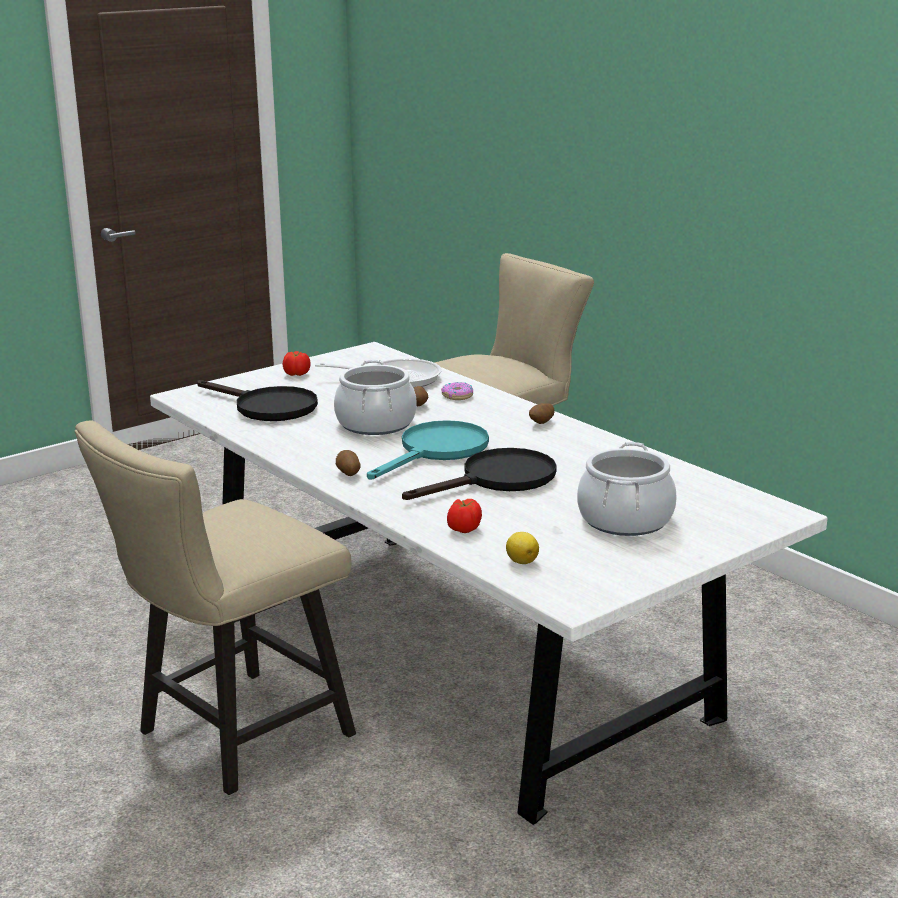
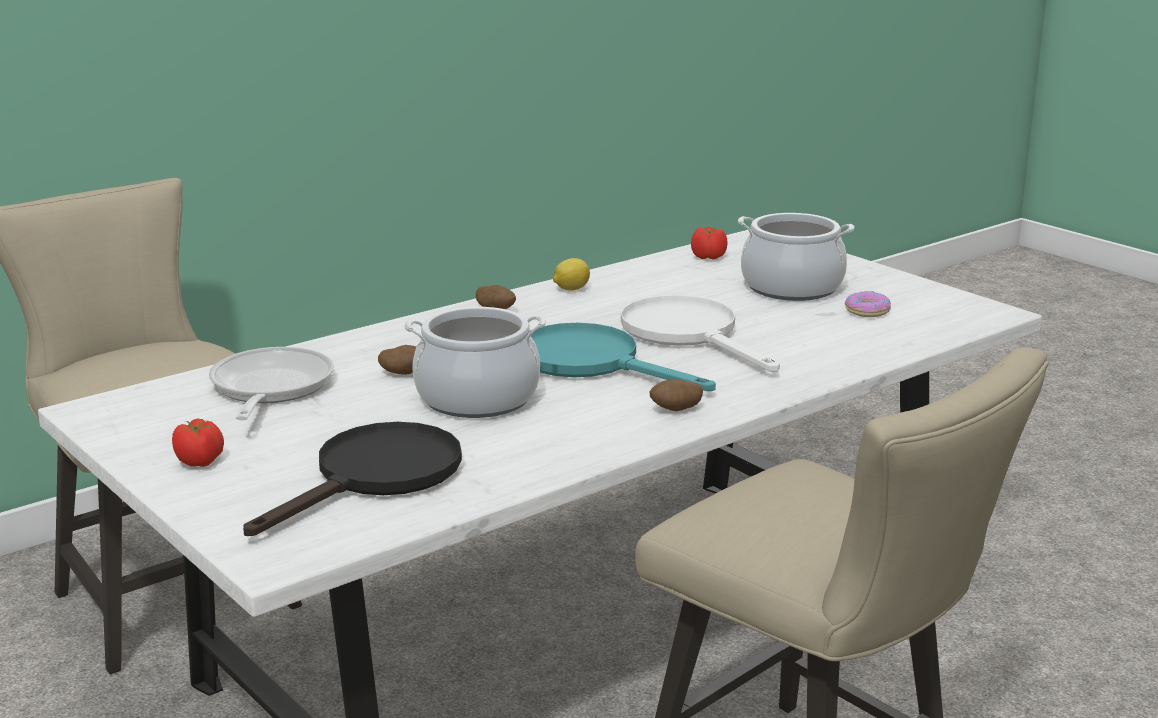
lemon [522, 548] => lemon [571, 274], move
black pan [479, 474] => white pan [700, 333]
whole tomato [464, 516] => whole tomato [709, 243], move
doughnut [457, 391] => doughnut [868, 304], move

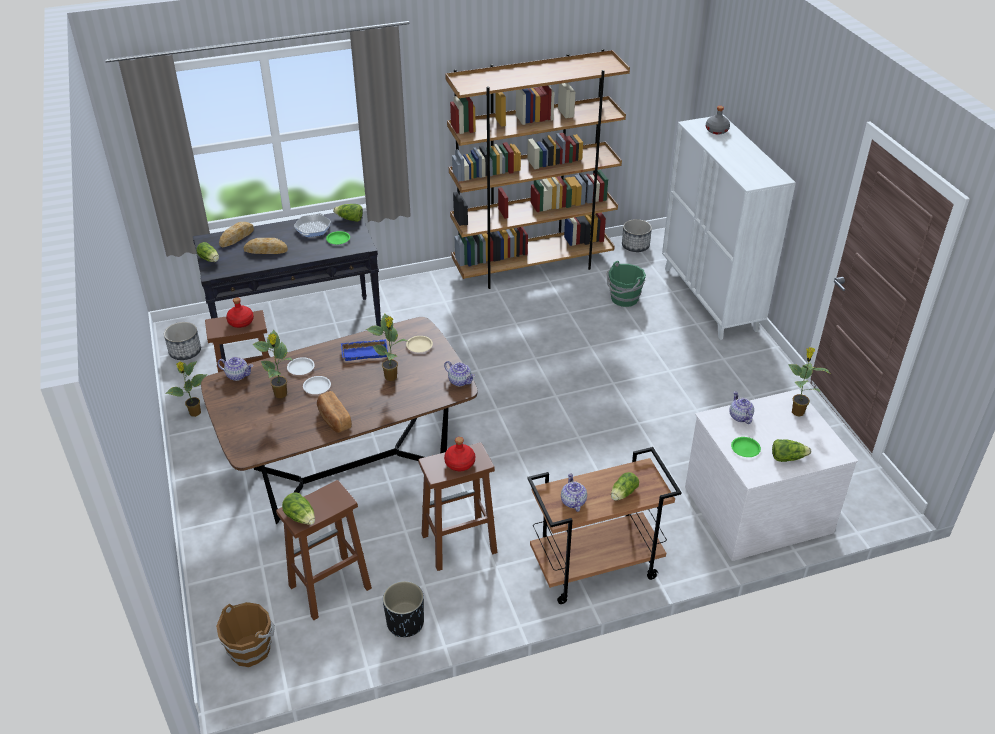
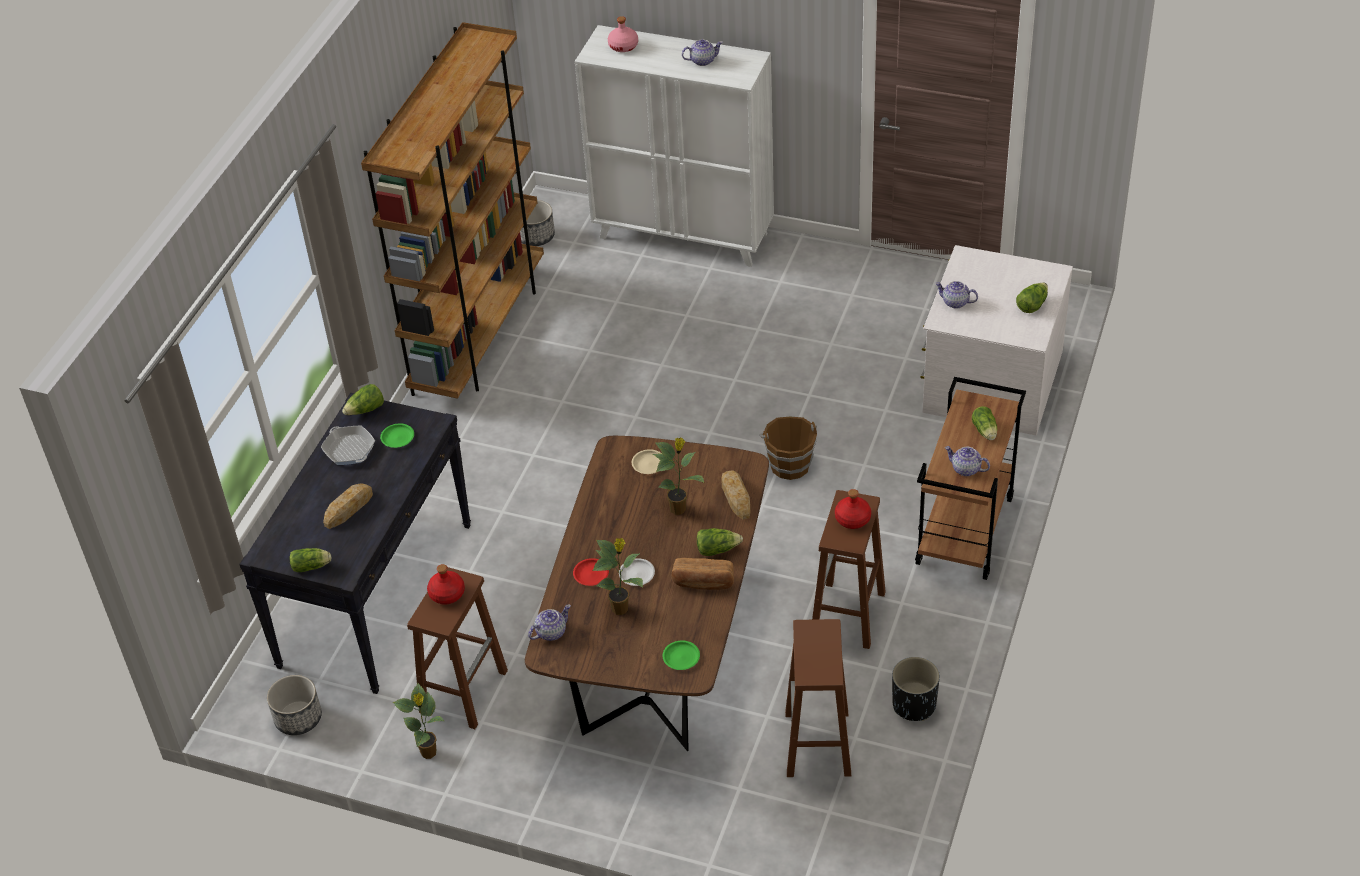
white flat dish [301, 366] => red-coloured flat dish [591, 572]
grey bottle [718, 120] => pinkish bottle [623, 34]
green flat dish [746, 447] => green flat dish [681, 655], move
teapot [459, 373] => teapot [702, 53], move
lettuce [298, 509] => lettuce [720, 542], move
bread [236, 235] => bread [735, 495], move
brown-coloured water bucket [245, 634] => brown-coloured water bucket [788, 448], move
blue tray [364, 350] => nothing
green water bucket [626, 284] => nothing
plant in a pot [809, 382] => nothing

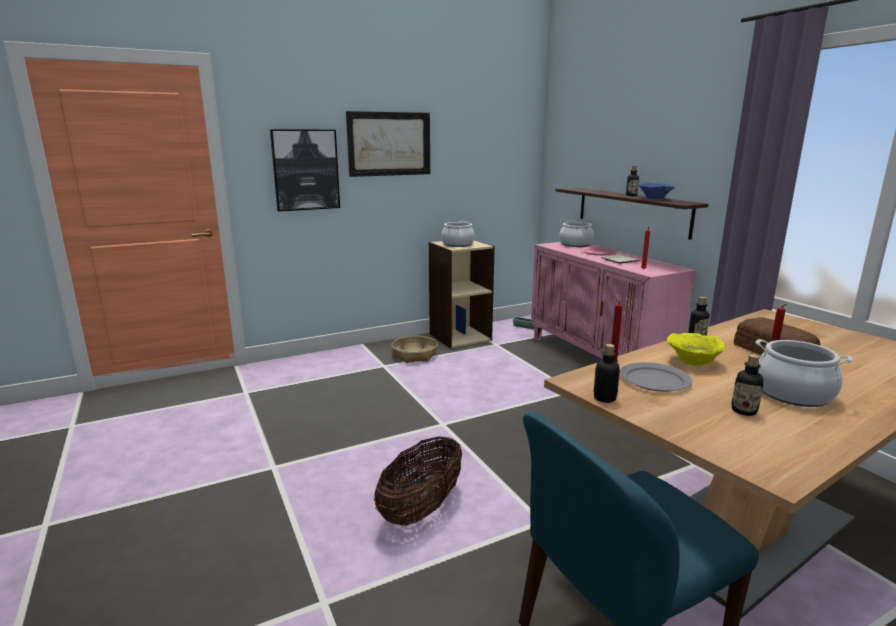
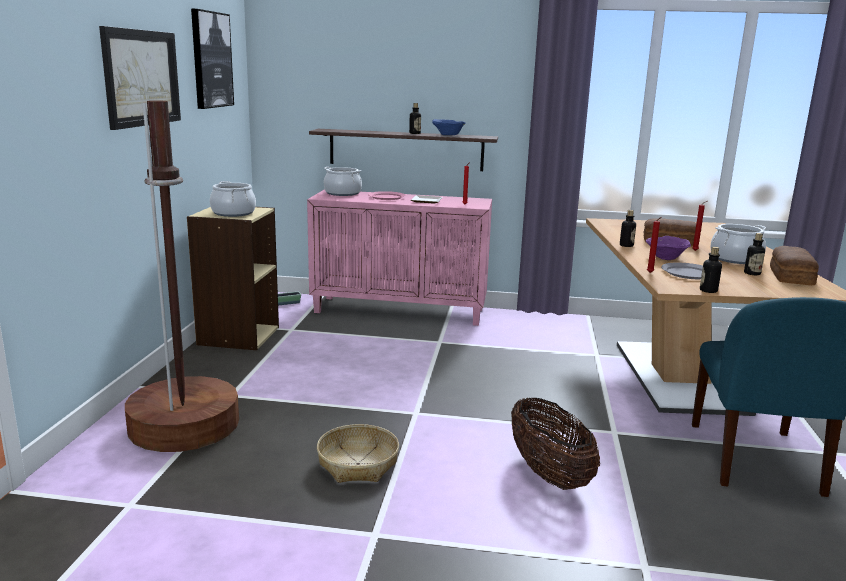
nothing => brown-coloured floor lamp [182, 276]
wall art [305, 170] => wall art [212, 59], move
basket [414, 349] => basket [358, 453], move
yellow bowl [696, 349] => purple bowl [668, 248]
nothing => bread [794, 265]

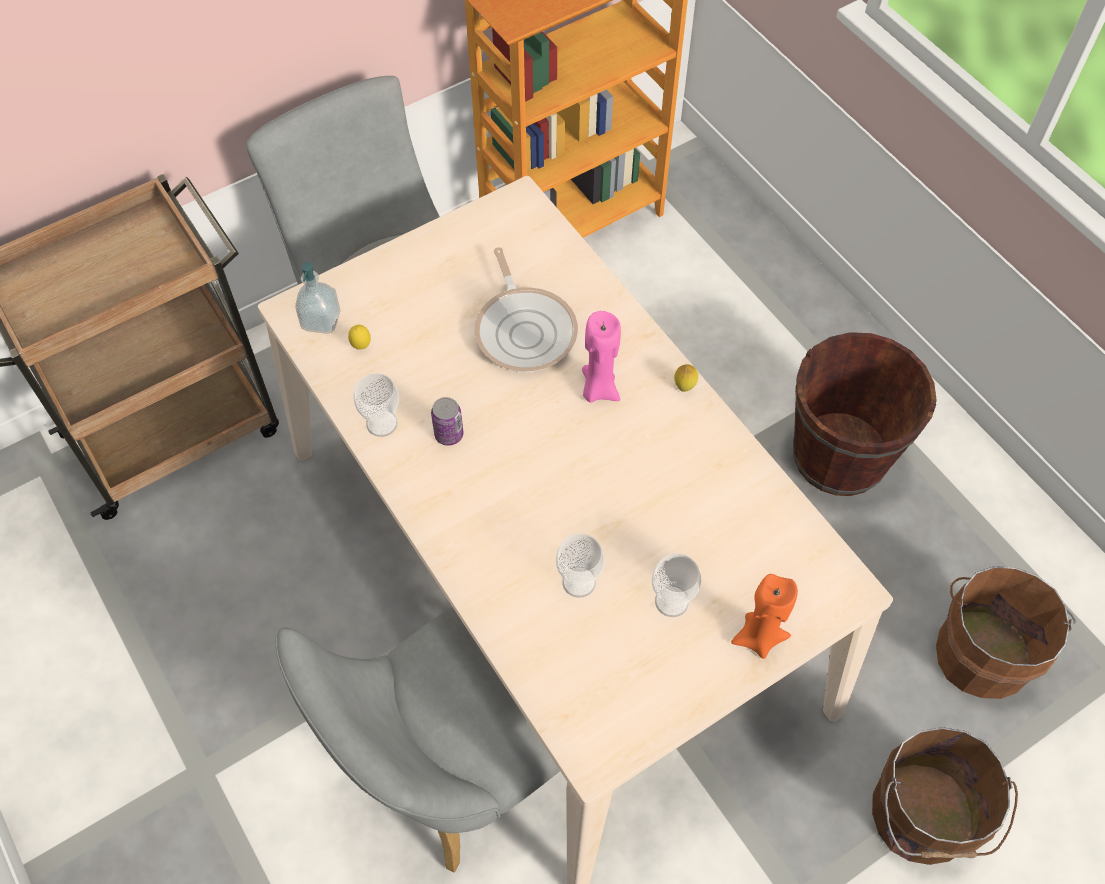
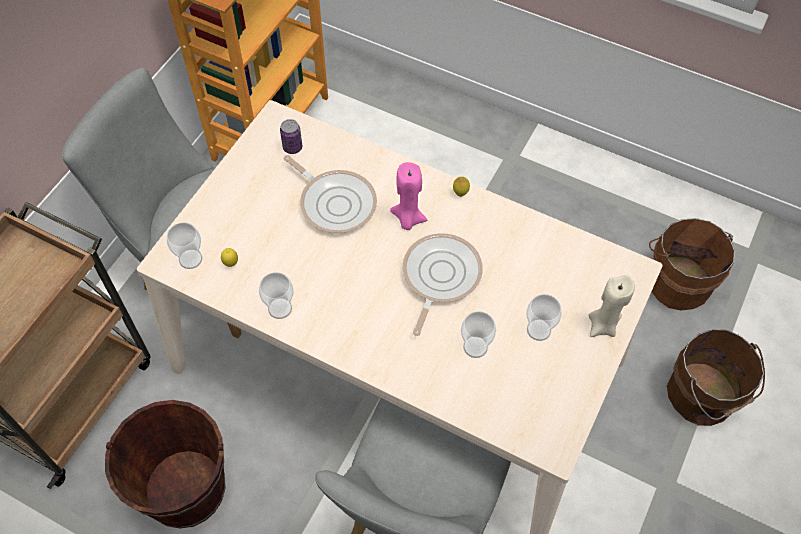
brown-coloured water bucket [865, 414] => brown-coloured water bucket [165, 464], move
liquid soap bottle [318, 298] => drinking cup [184, 245]
can [447, 421] => can [291, 136], move
nothing => pan [443, 284]
orange candle [764, 616] => sand-coloured candle [611, 306]

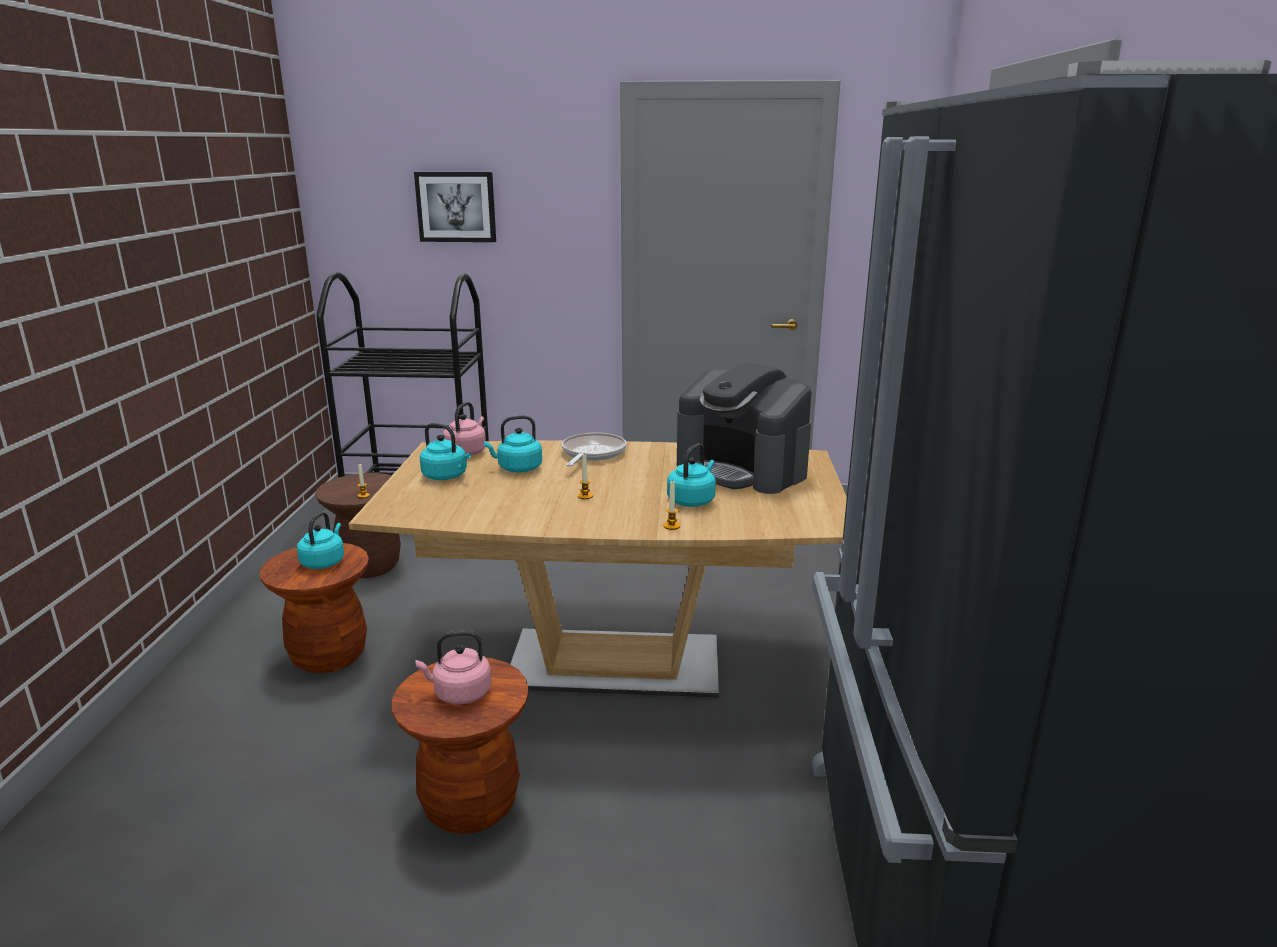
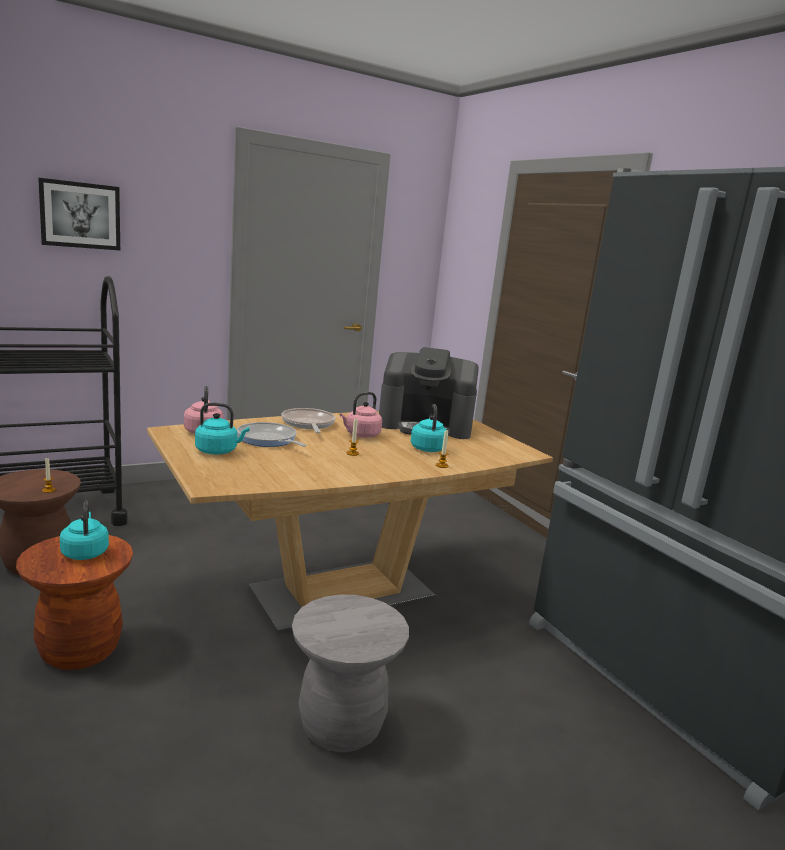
blue-green water kettle [513, 443] => pan [272, 434]
brown-coloured sitting stool [460, 745] => grey sitting stool [350, 673]
pinkish water kettle [453, 667] => pinkish water kettle [361, 415], move

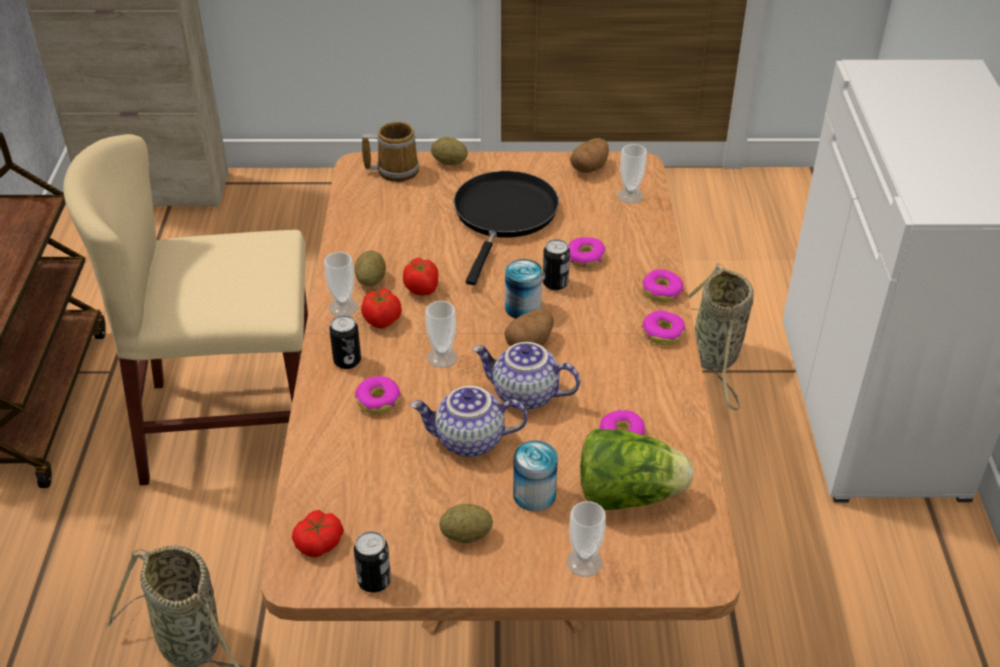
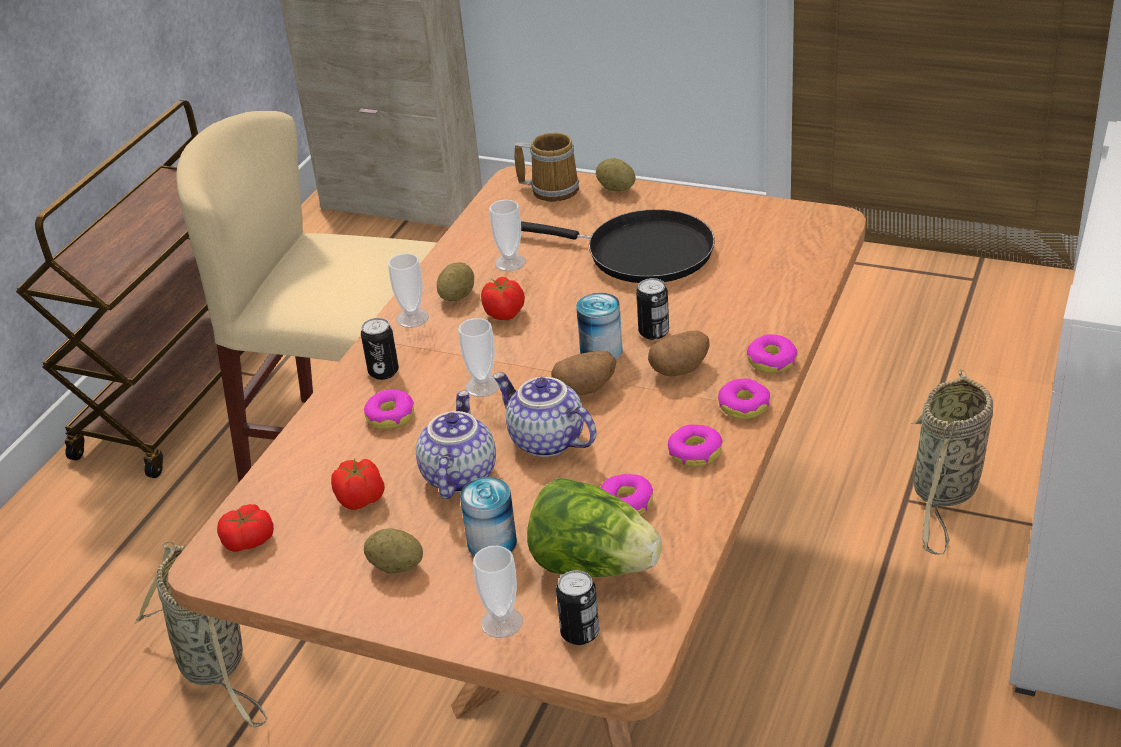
whole tomato [381, 308] => whole tomato [358, 484], move
teapot [469, 421] => teapot [456, 445], 75 degrees clockwise
drinking cup [632, 174] => drinking cup [507, 235], move
black pan [506, 228] => black pan [618, 246], 75 degrees clockwise
can [372, 562] => can [577, 607], move
spud [589, 155] => spud [679, 353], move
doughnut [587, 252] => doughnut [695, 445], move

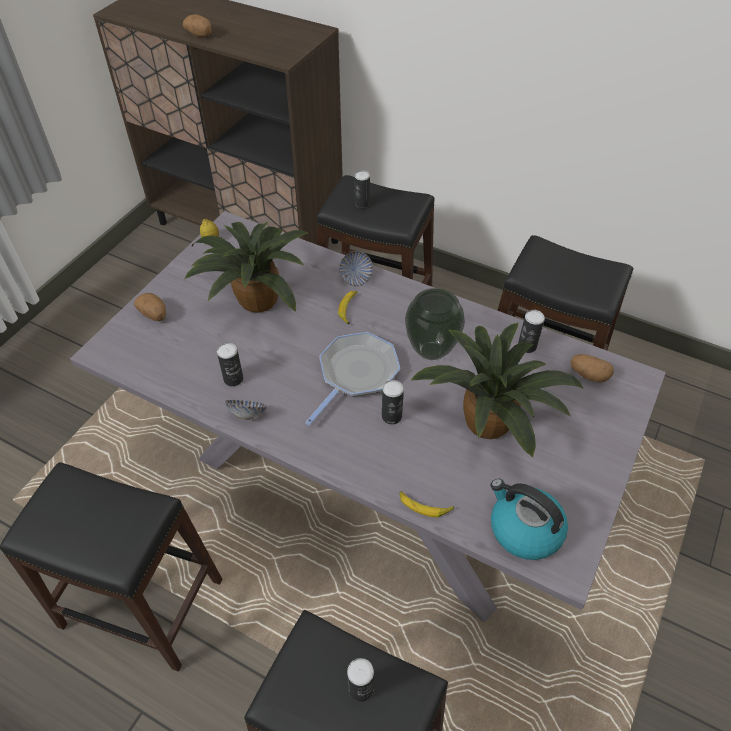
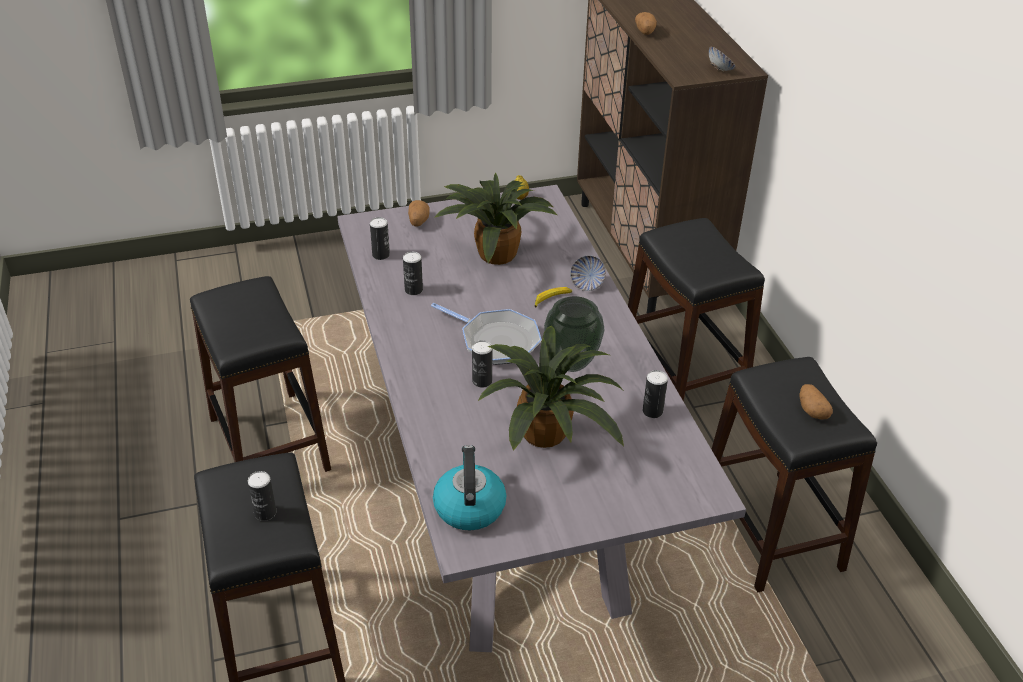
can [362, 189] => can [380, 238], move
pan [352, 379] => pan [486, 334], 45 degrees clockwise
bowl [246, 410] => bowl [722, 59], move
spud [592, 368] => spud [816, 402], move
whole banana [426, 504] => nothing

